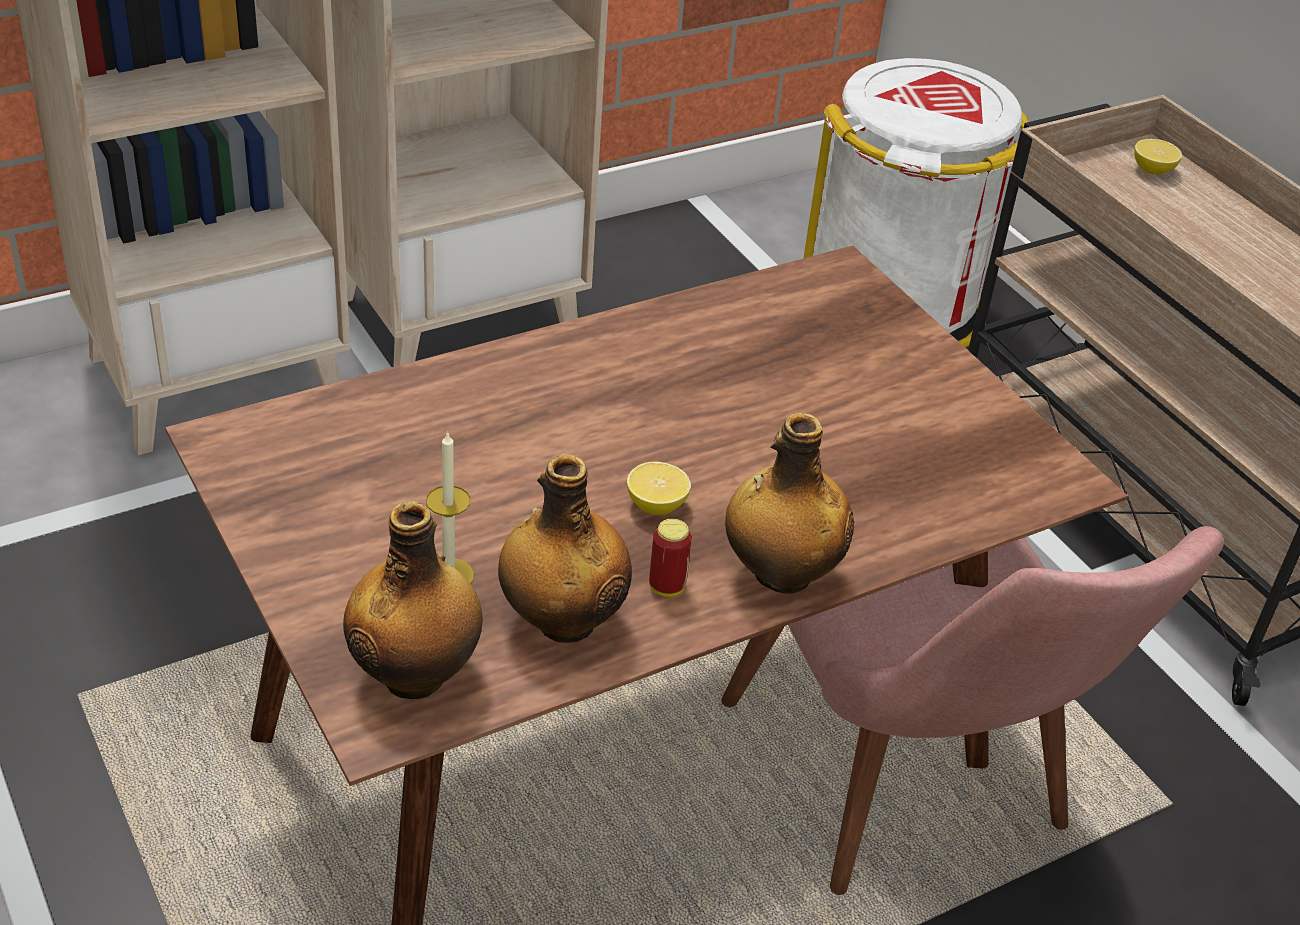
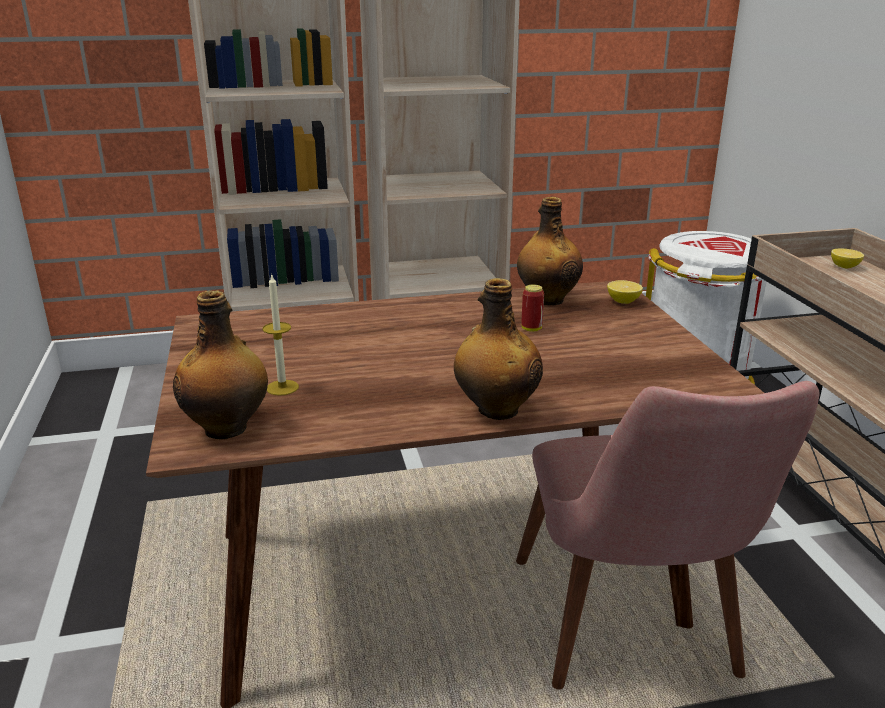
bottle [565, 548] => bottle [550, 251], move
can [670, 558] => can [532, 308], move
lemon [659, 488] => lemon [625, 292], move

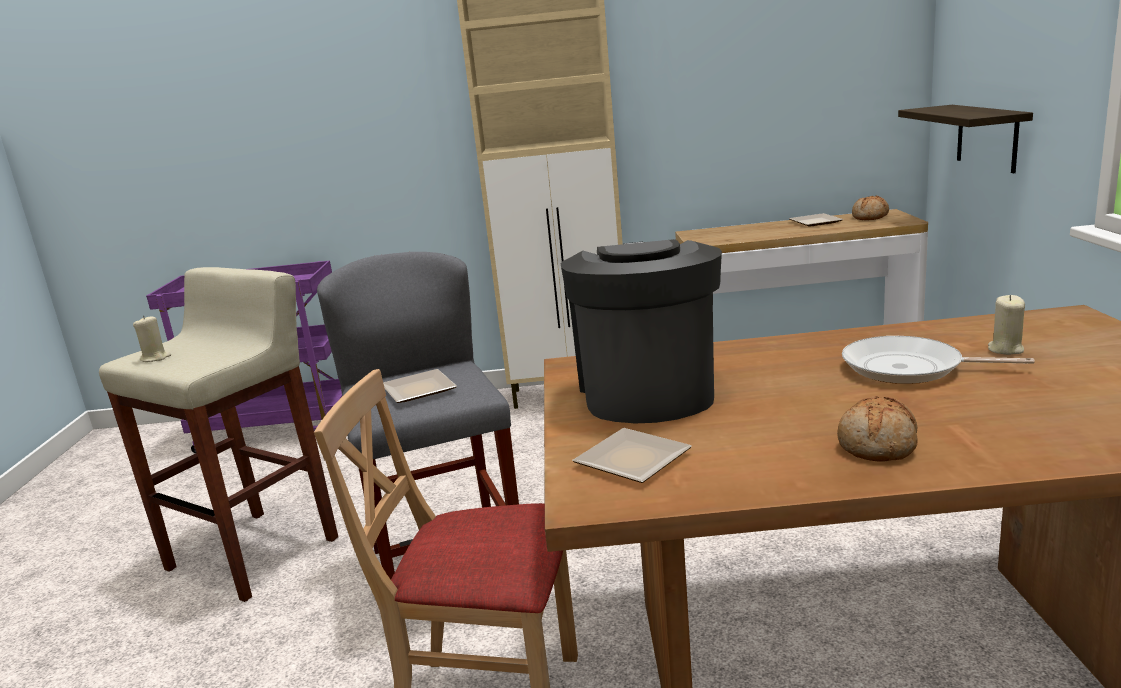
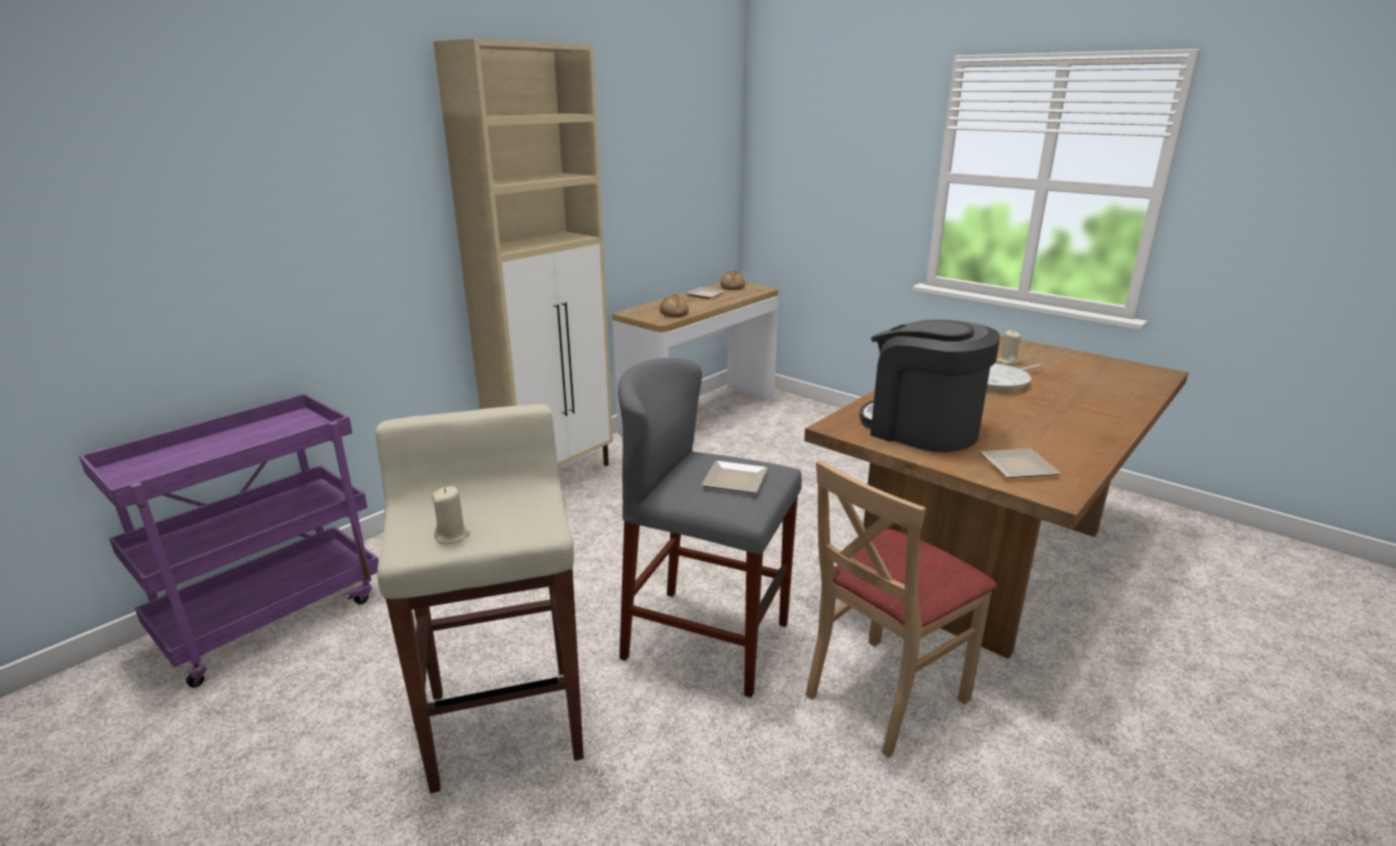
bread [877, 429] => bread [674, 306], move
wall shelf [965, 139] => nothing

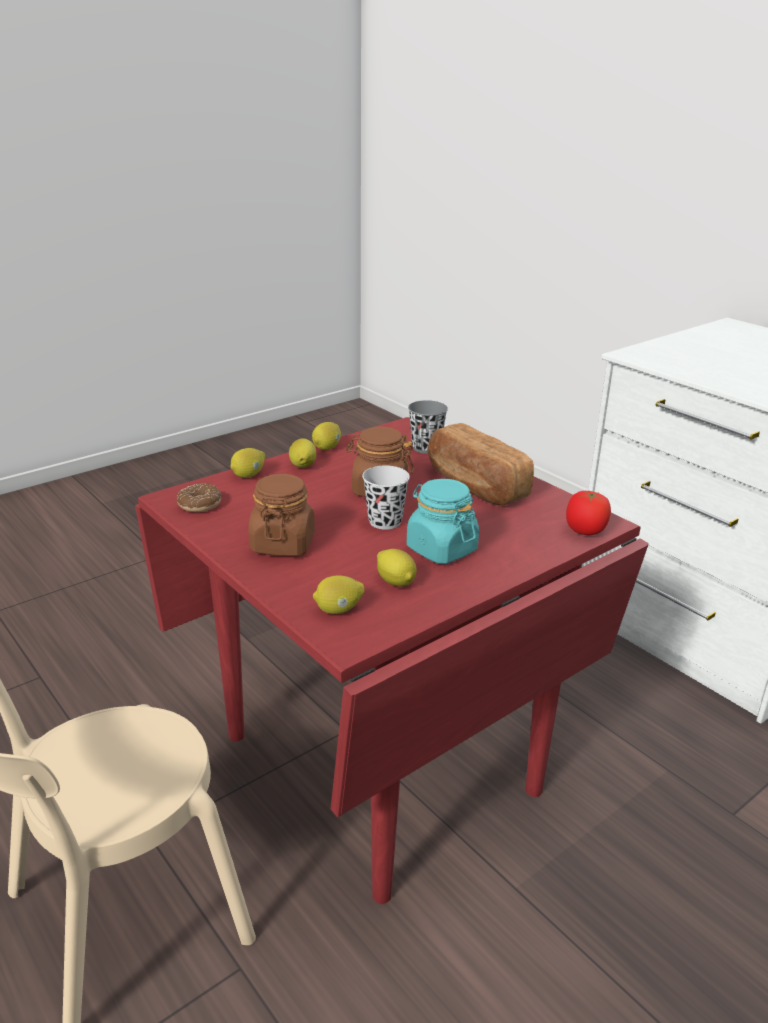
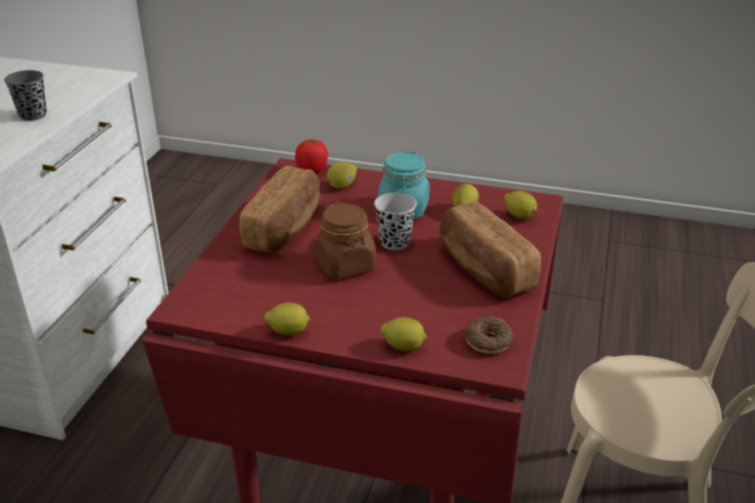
grey drinking cup [428, 427] => grey drinking cup [25, 95], move
lemon [302, 453] => lemon [342, 175], move
brown-coloured jar [281, 515] => bread [490, 249]

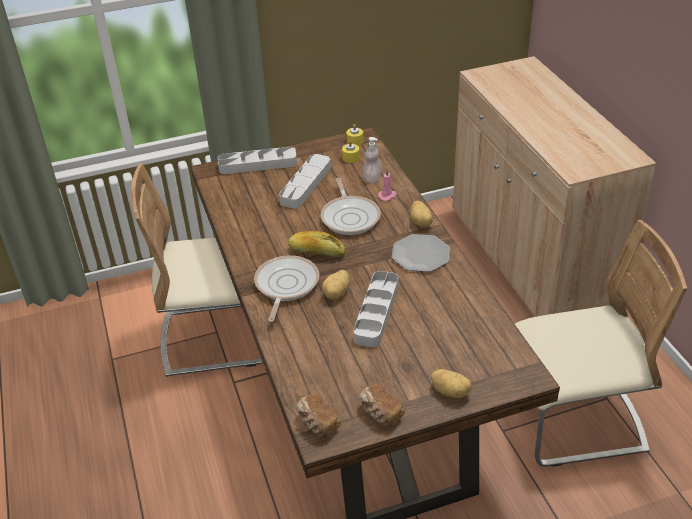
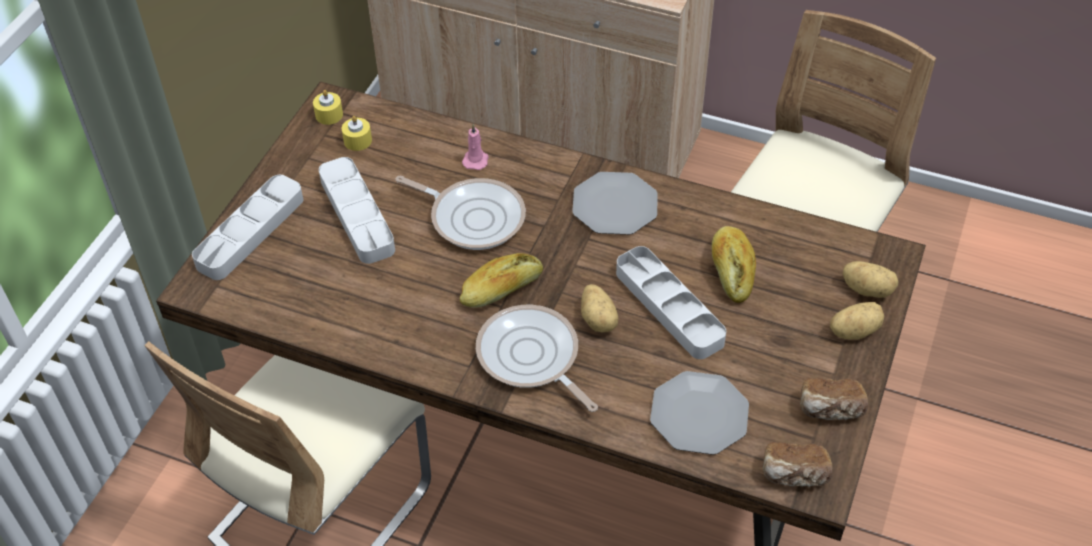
nothing => flat dish [699, 413]
nothing => bread [734, 264]
spud [421, 214] => spud [870, 279], move
liquid soap bottle [372, 160] => nothing

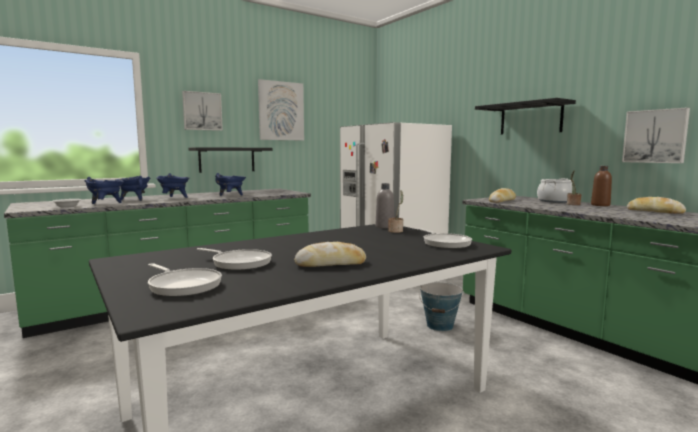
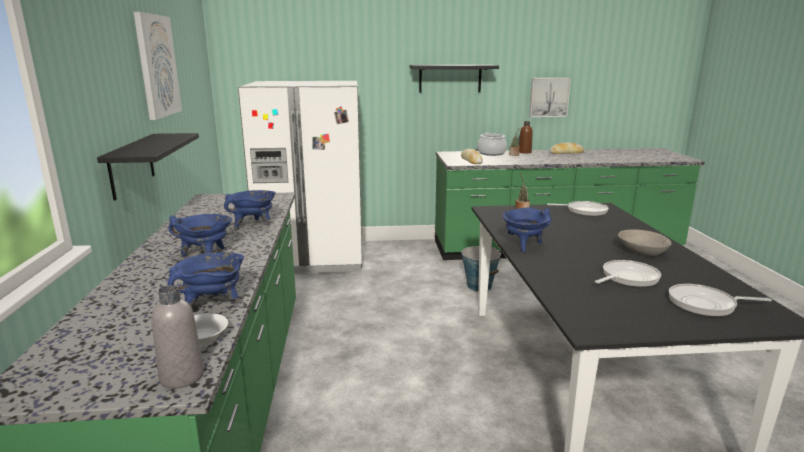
grey bottle [385, 206] => grey bottle [177, 337], move
blue cooking pot [132, 188] => blue cooking pot [527, 229], move
bread [330, 254] => grey bowl [645, 242]
pan [185, 280] => pan [720, 300], 150 degrees counterclockwise
wall art [202, 111] => nothing

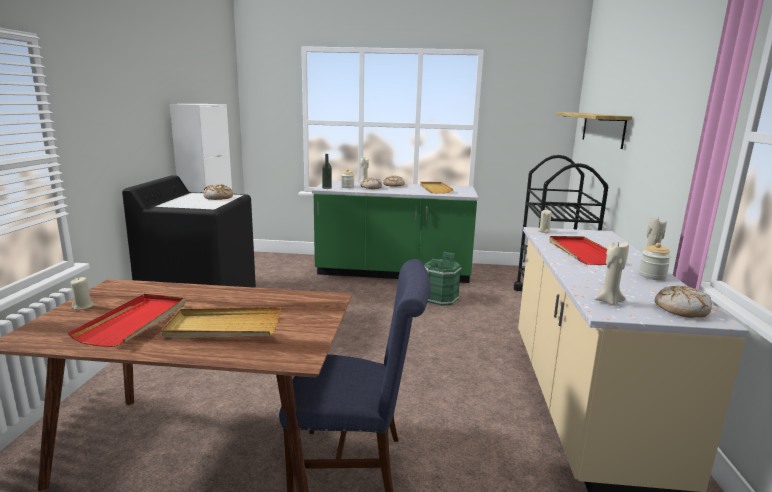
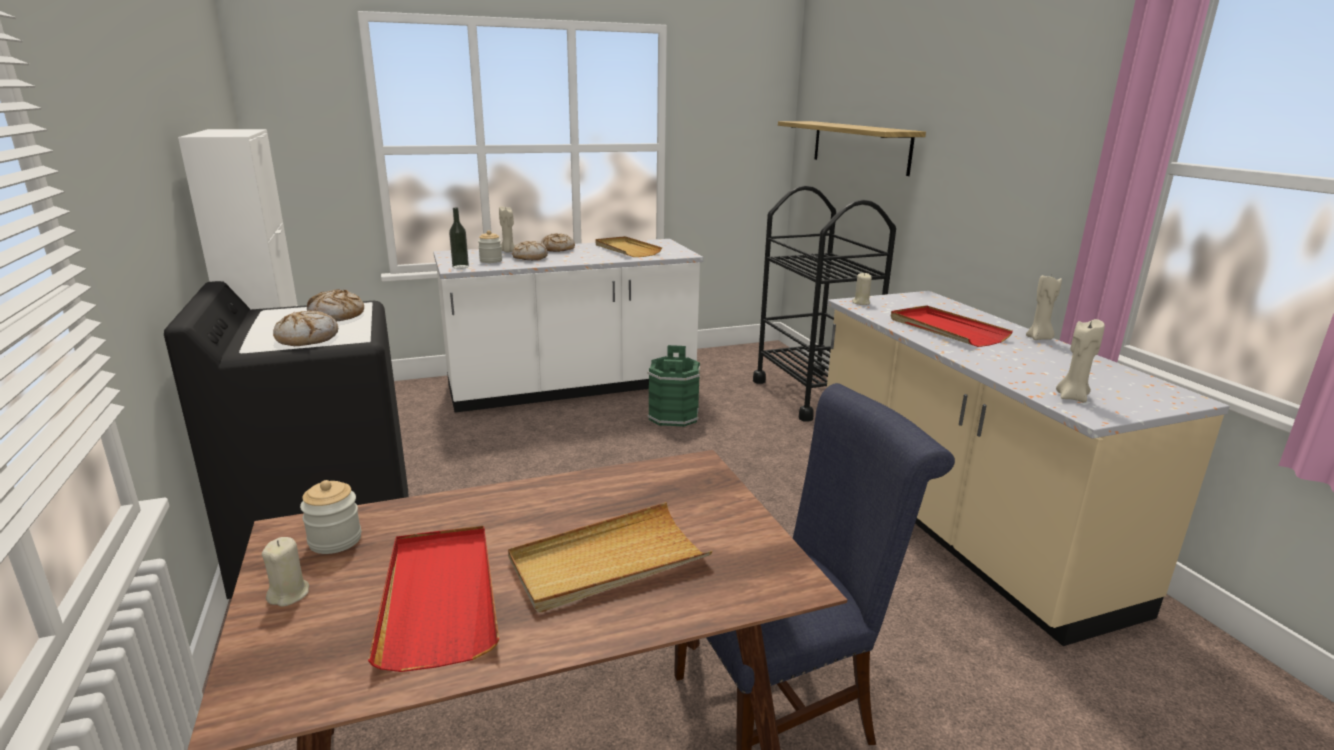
bread [683, 302] => bread [305, 328], move
jar [655, 261] => jar [330, 517], move
green kitchen base unit [395, 232] => white kitchen base unit [568, 326]

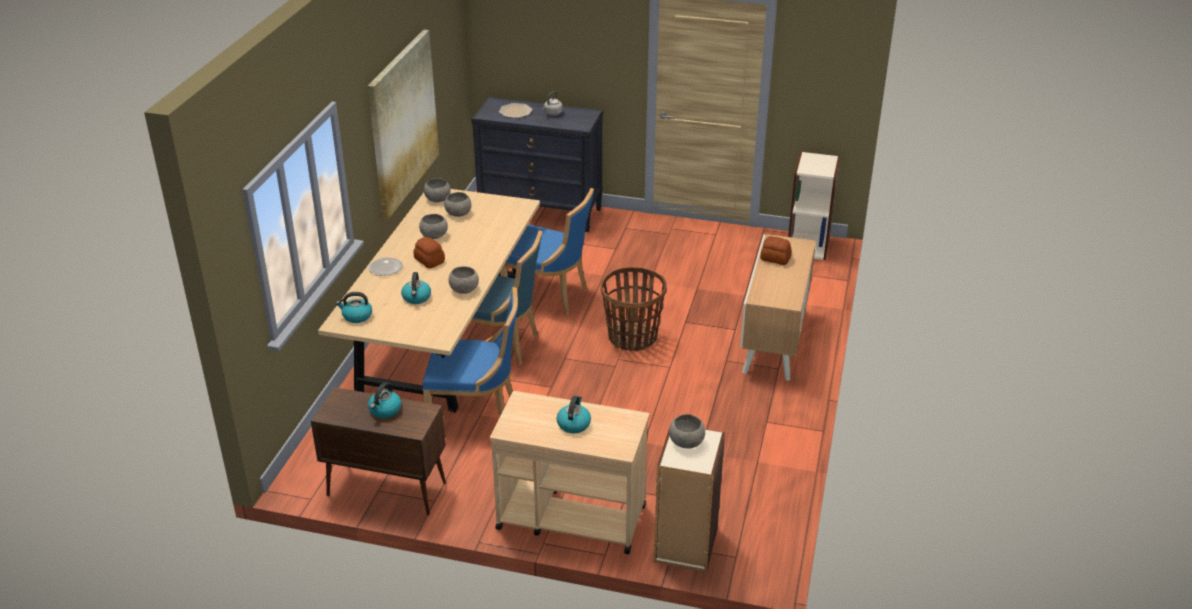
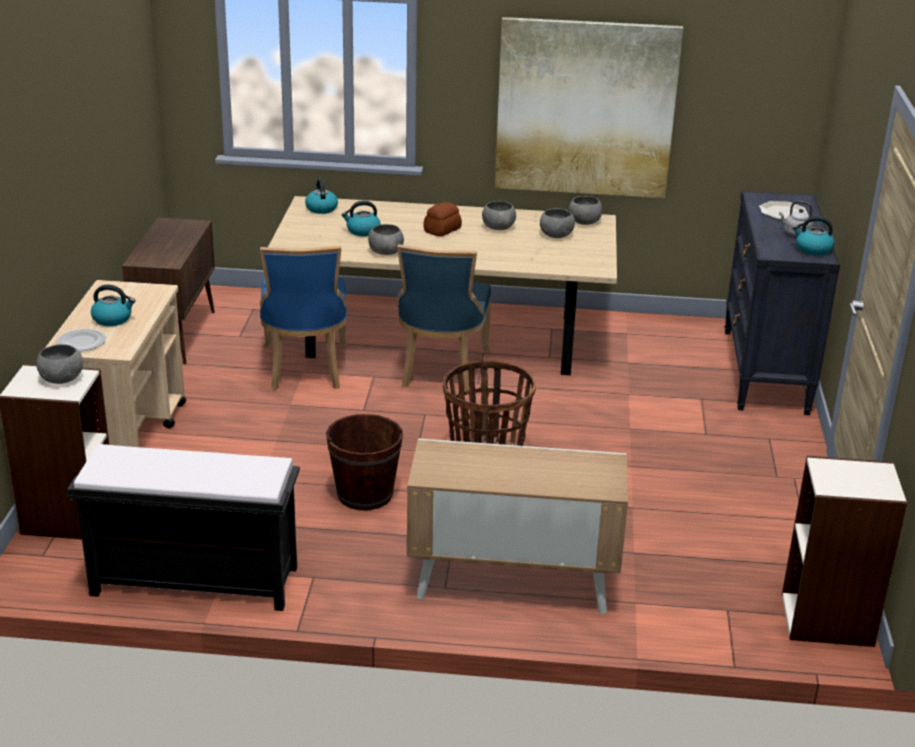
flat dish [386, 267] => flat dish [81, 340], move
nothing => black bench [183, 527]
nothing => brown-coloured water bucket [364, 462]
water kettle [384, 400] => water kettle [813, 236], move
blue plain chair [547, 251] => nothing
bread [776, 250] => nothing

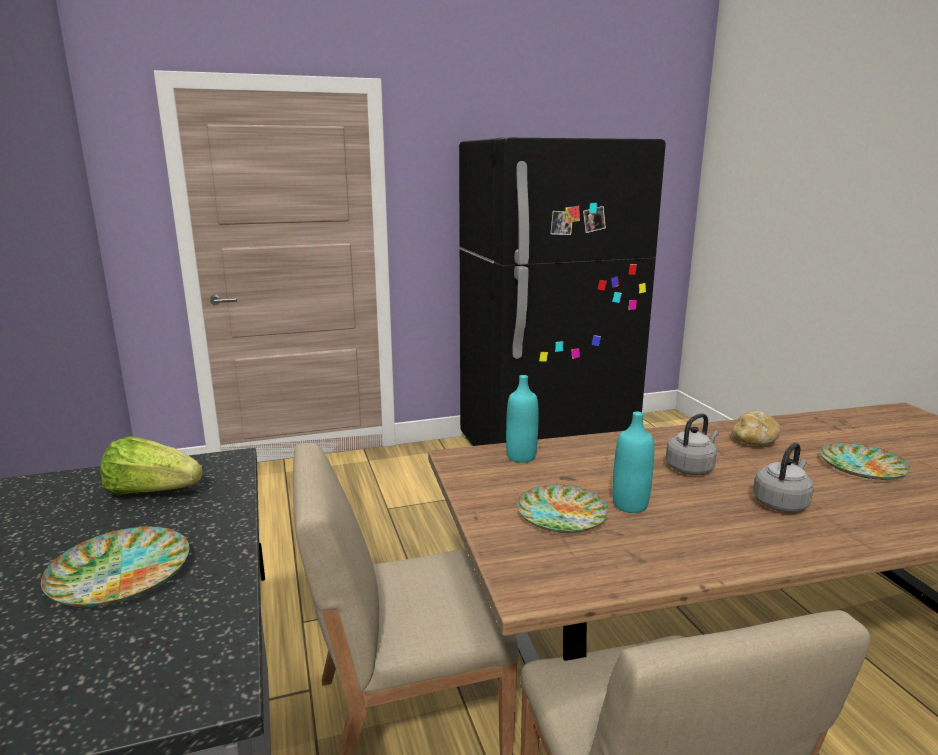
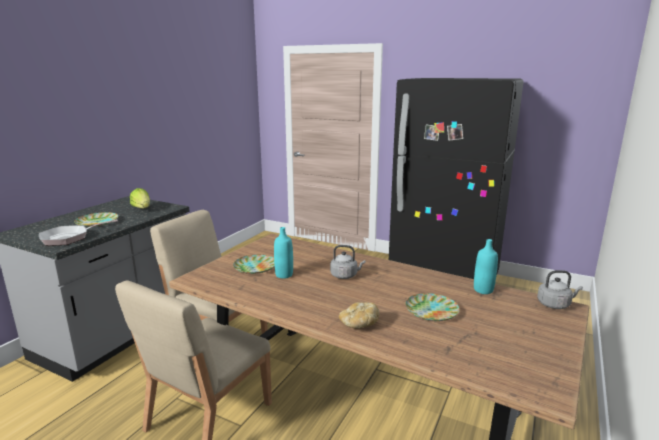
nothing => pan [78, 232]
bread [756, 428] => bread [359, 315], move
blue-green bottle [522, 418] => blue-green bottle [486, 266], move
grey water kettle [783, 477] => grey water kettle [560, 289], move

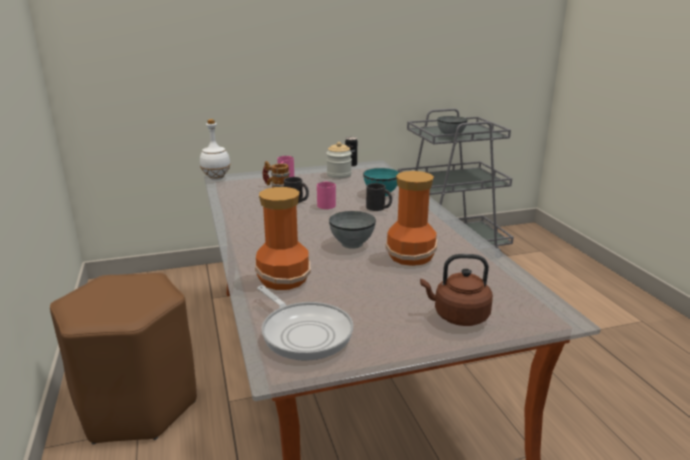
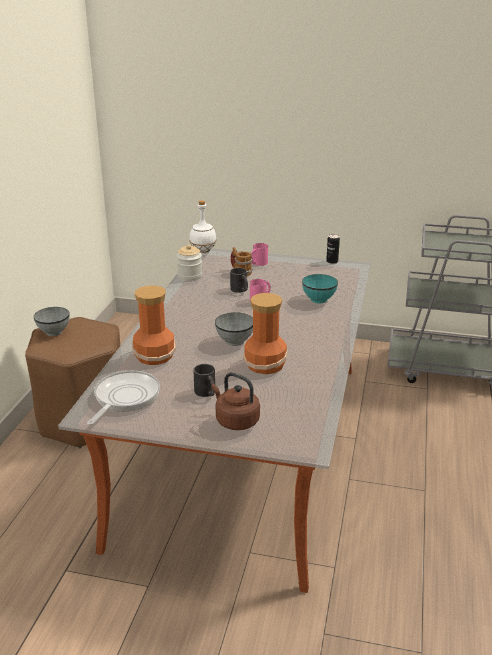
grey bowl [452, 127] => grey bowl [52, 321], move
pan [305, 323] => pan [123, 398], 150 degrees counterclockwise
jar [339, 160] => jar [189, 262], move
black tea mug [379, 197] => black tea mug [204, 380], move

